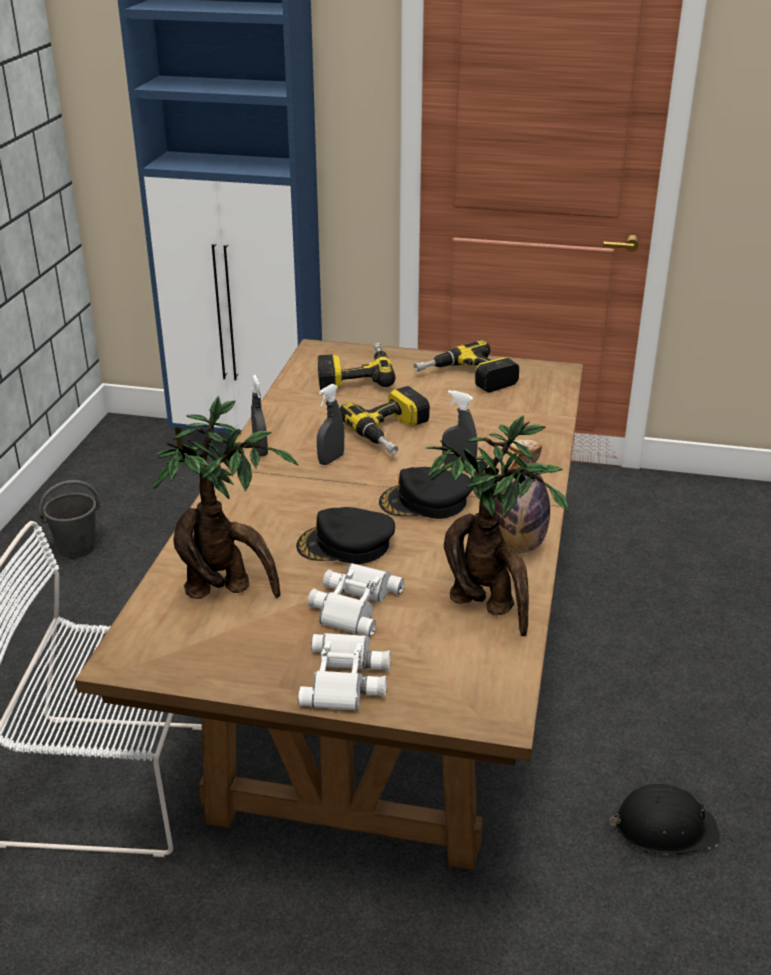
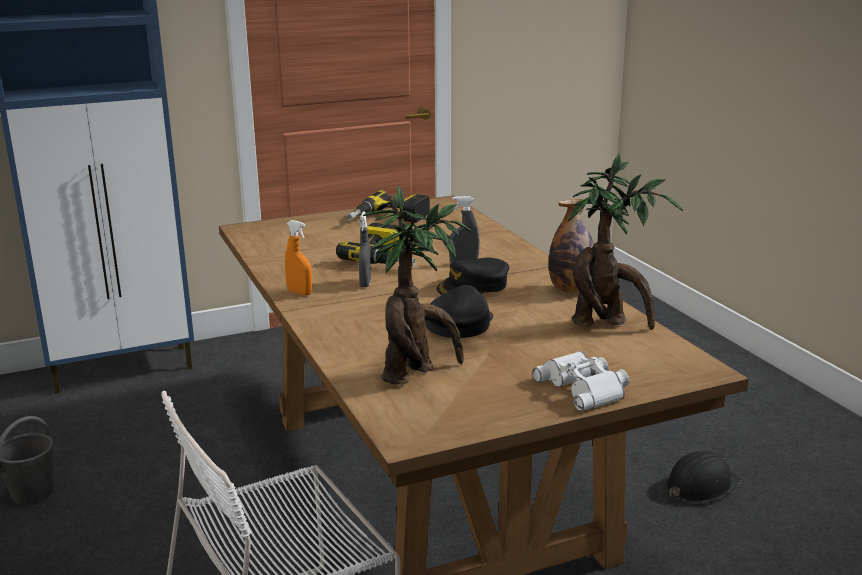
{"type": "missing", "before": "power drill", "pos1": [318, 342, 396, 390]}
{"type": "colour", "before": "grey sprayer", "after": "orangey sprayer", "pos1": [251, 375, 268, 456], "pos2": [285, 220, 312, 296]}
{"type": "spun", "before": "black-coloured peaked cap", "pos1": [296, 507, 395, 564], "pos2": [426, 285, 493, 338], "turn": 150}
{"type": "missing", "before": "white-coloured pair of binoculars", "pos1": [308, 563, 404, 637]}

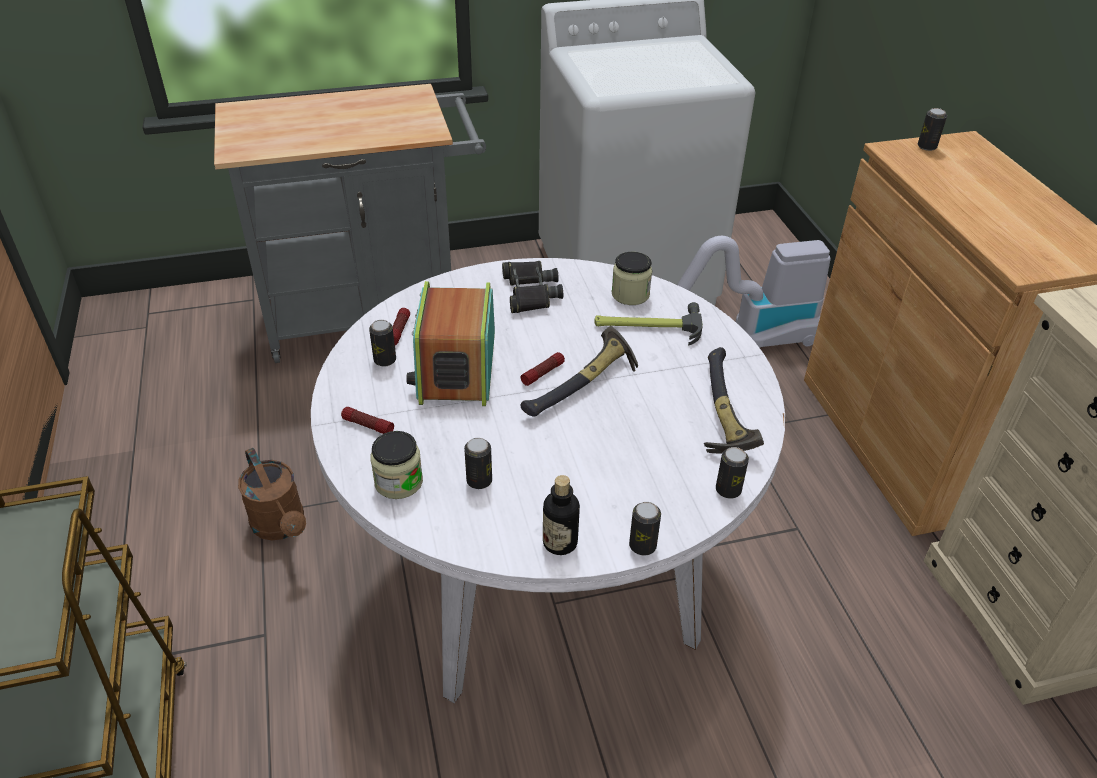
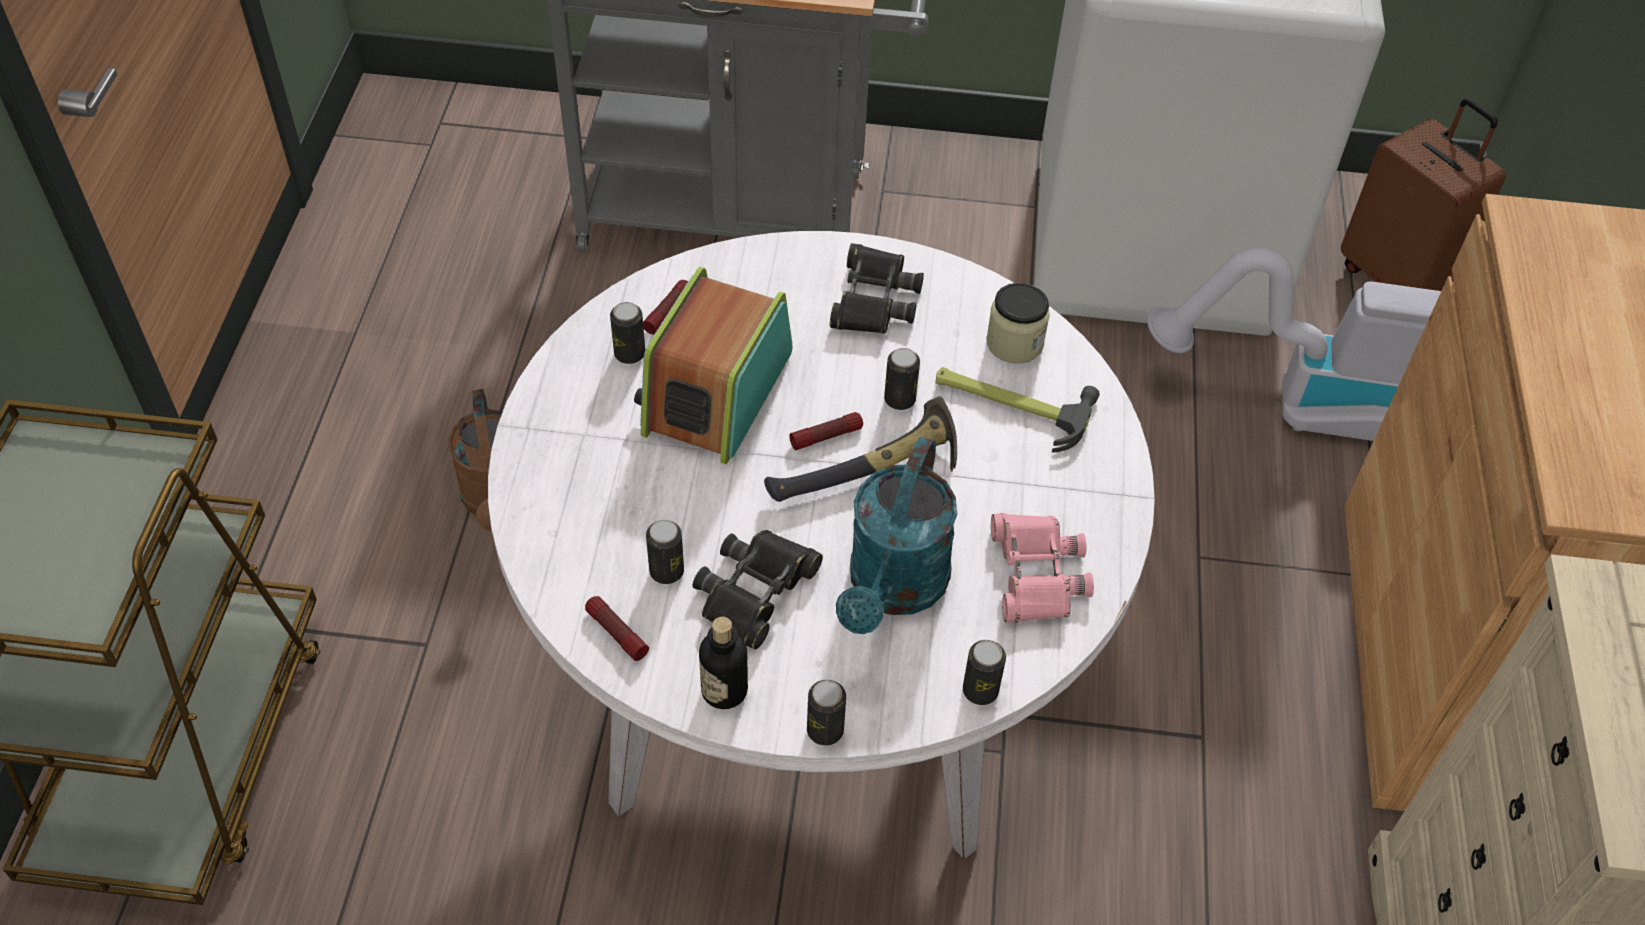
{"type": "relocated", "before": "can", "pos1": [918, 108, 947, 151], "pos2": [884, 348, 920, 410]}
{"type": "exchanged", "before": "hand hammer", "after": "pinkish pair of binoculars", "pos1": [704, 347, 764, 453], "pos2": [991, 513, 1094, 623]}
{"type": "relocated", "before": "flashlight", "pos1": [341, 407, 394, 434], "pos2": [585, 596, 649, 661]}
{"type": "missing", "before": "storage jar", "pos1": [370, 431, 423, 499]}
{"type": "appeared", "after": "brownish piece of luggage", "pos2": [1341, 98, 1506, 291]}
{"type": "appeared", "after": "blue-green sprinkling can", "pos2": [836, 437, 957, 634]}
{"type": "appeared", "after": "black-coloured pair of binoculars", "pos2": [693, 530, 823, 650]}

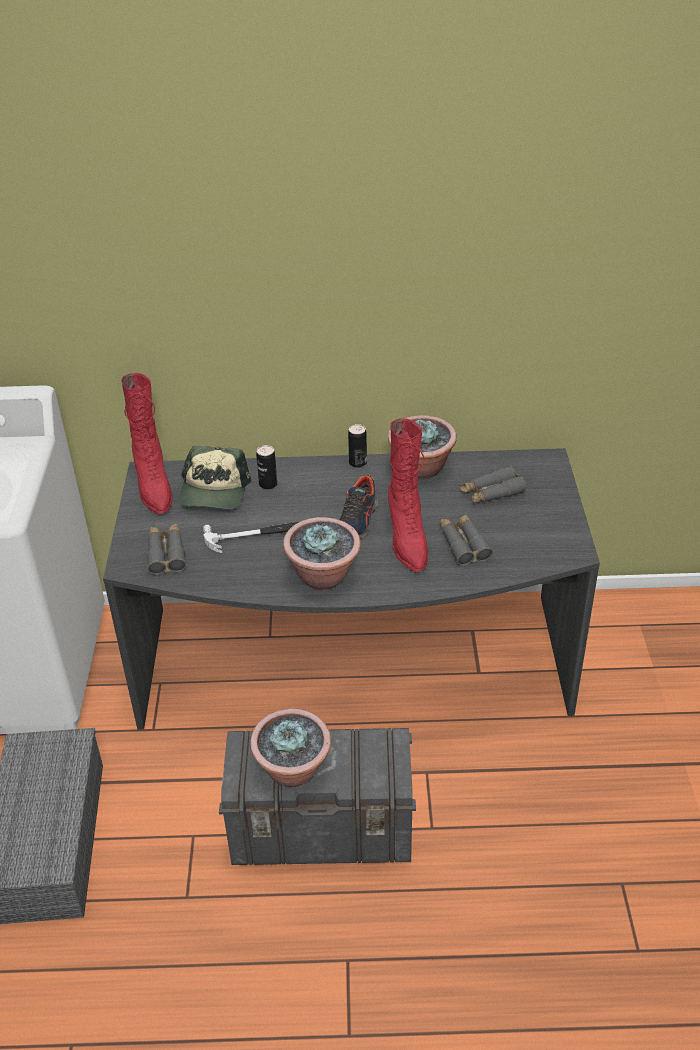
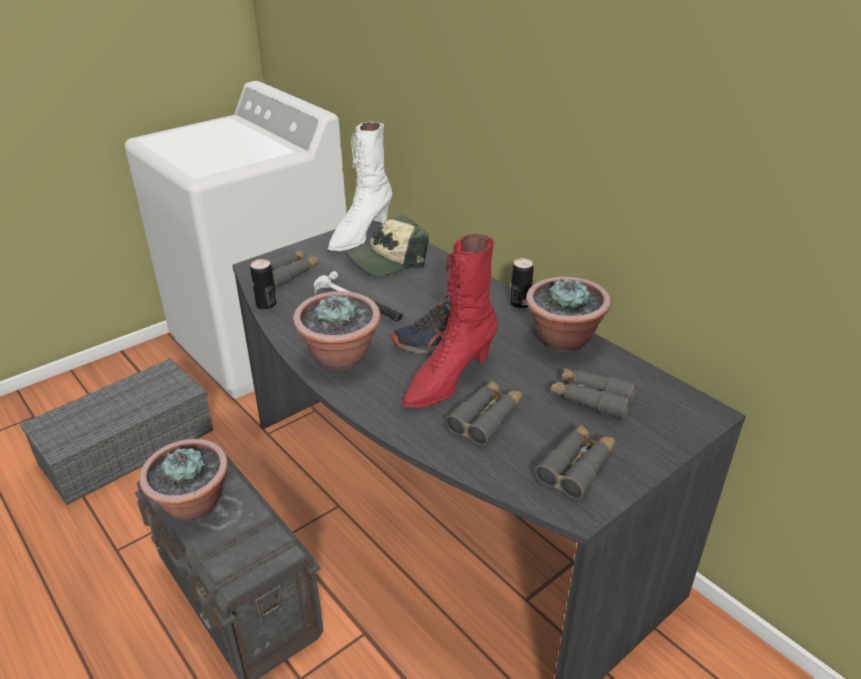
{"type": "colour", "before": "red tall boot", "after": "white-coloured tall boot", "pos1": [121, 373, 173, 514], "pos2": [327, 122, 393, 251]}
{"type": "relocated", "before": "can", "pos1": [256, 445, 277, 489], "pos2": [250, 259, 276, 310]}
{"type": "appeared", "after": "grey pair of binoculars", "pos2": [535, 424, 615, 499]}

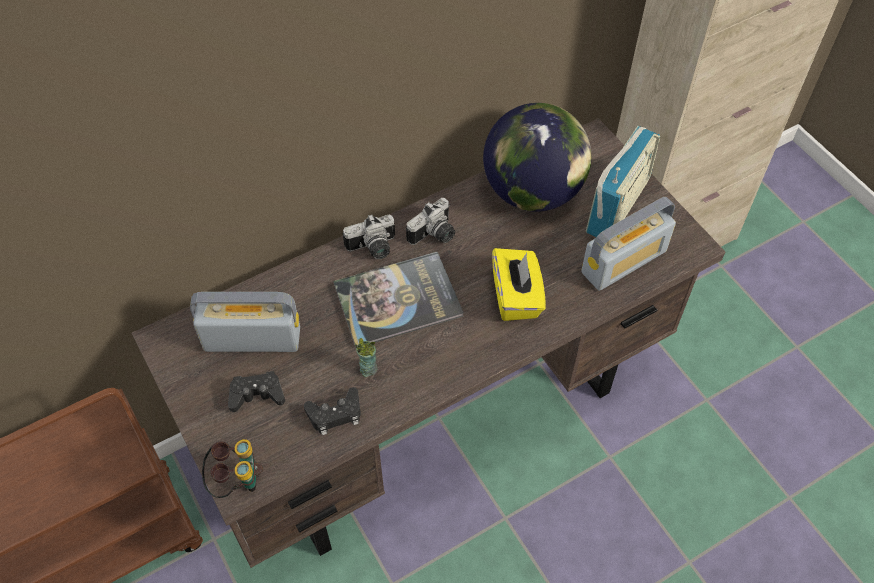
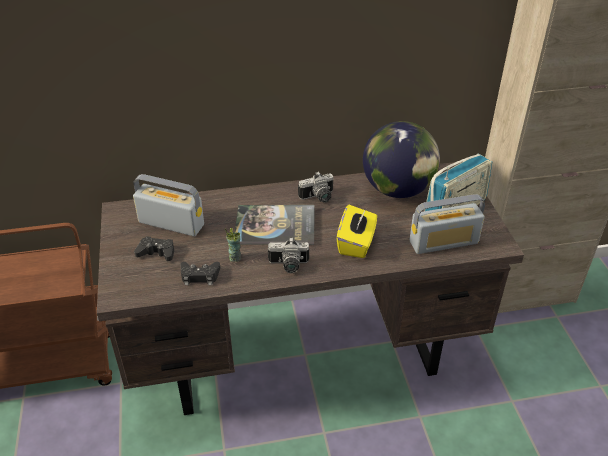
{"type": "relocated", "before": "photo camera", "pos1": [343, 214, 395, 259], "pos2": [268, 237, 309, 273]}
{"type": "missing", "before": "pair of binoculars", "pos1": [202, 439, 263, 498]}

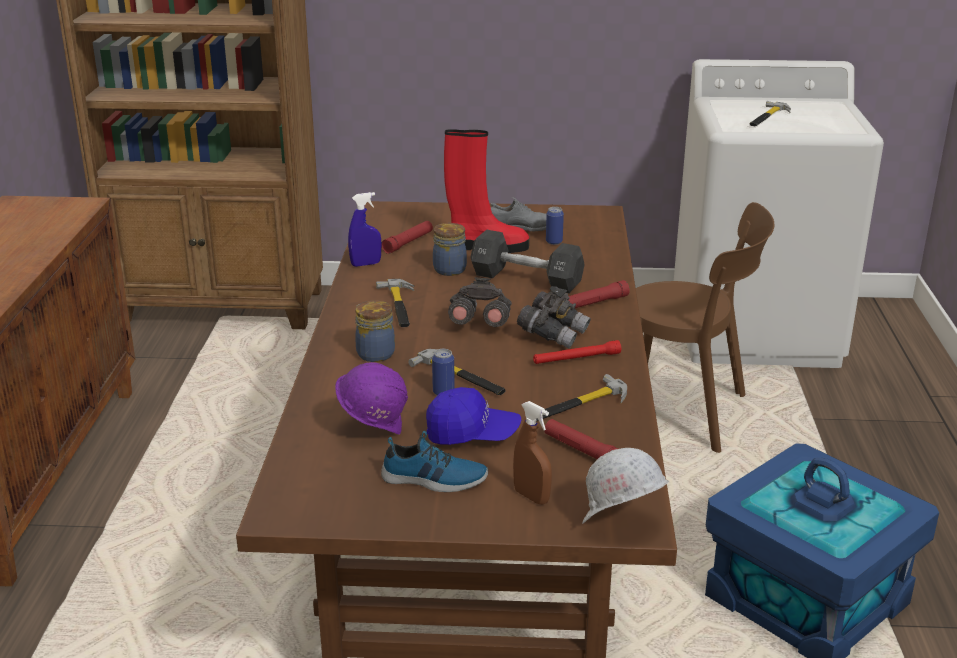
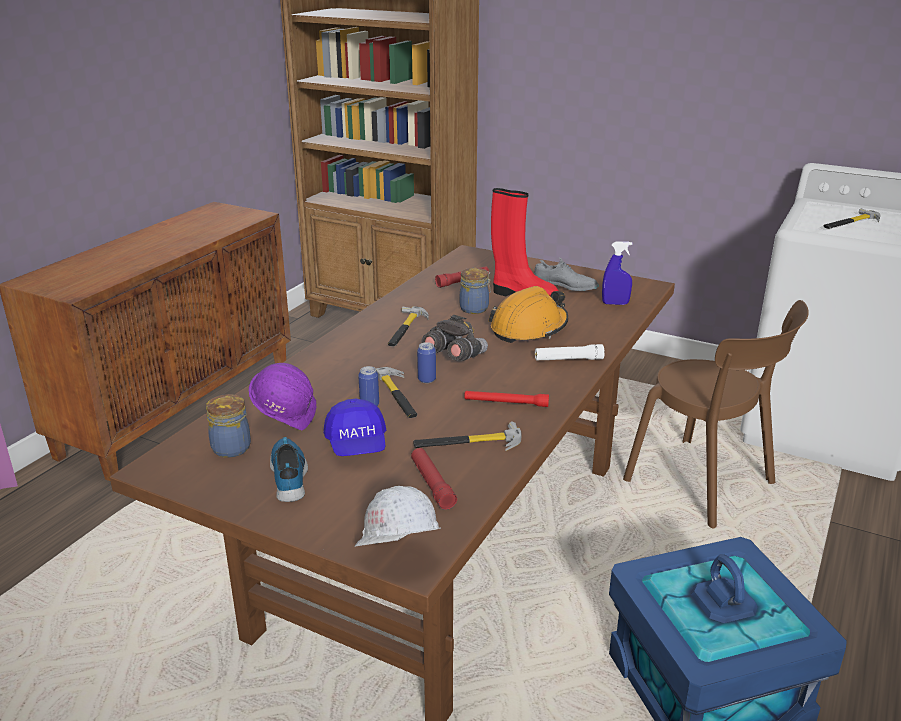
{"type": "relocated", "before": "blue sprayer", "pos1": [348, 192, 381, 267], "pos2": [602, 241, 633, 305]}
{"type": "relocated", "before": "can", "pos1": [546, 207, 564, 245], "pos2": [417, 342, 436, 383]}
{"type": "exchanged", "before": "black-coloured hand weight", "after": "orangey safety helmet", "pos1": [470, 230, 585, 293], "pos2": [488, 286, 568, 343]}
{"type": "colour", "before": "red flashlight", "after": "white-coloured flashlight", "pos1": [569, 280, 630, 308], "pos2": [535, 344, 605, 361]}
{"type": "missing", "before": "grey pair of binoculars", "pos1": [517, 286, 591, 349]}
{"type": "relocated", "before": "storage jar", "pos1": [355, 300, 395, 362], "pos2": [206, 394, 251, 458]}
{"type": "spun", "before": "blue peaked cap", "pos1": [426, 387, 521, 445], "pos2": [324, 399, 386, 456], "turn": 45}
{"type": "missing", "before": "brownish sprayer", "pos1": [513, 401, 552, 505]}
{"type": "spun", "before": "shoe", "pos1": [381, 431, 488, 492], "pos2": [270, 437, 308, 502], "turn": -135}

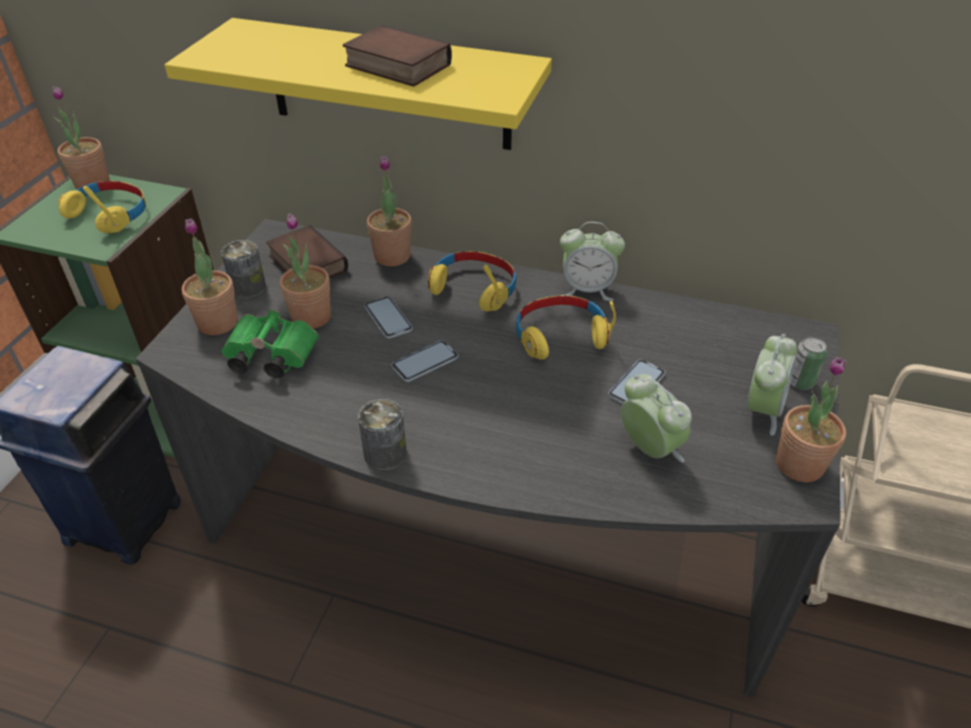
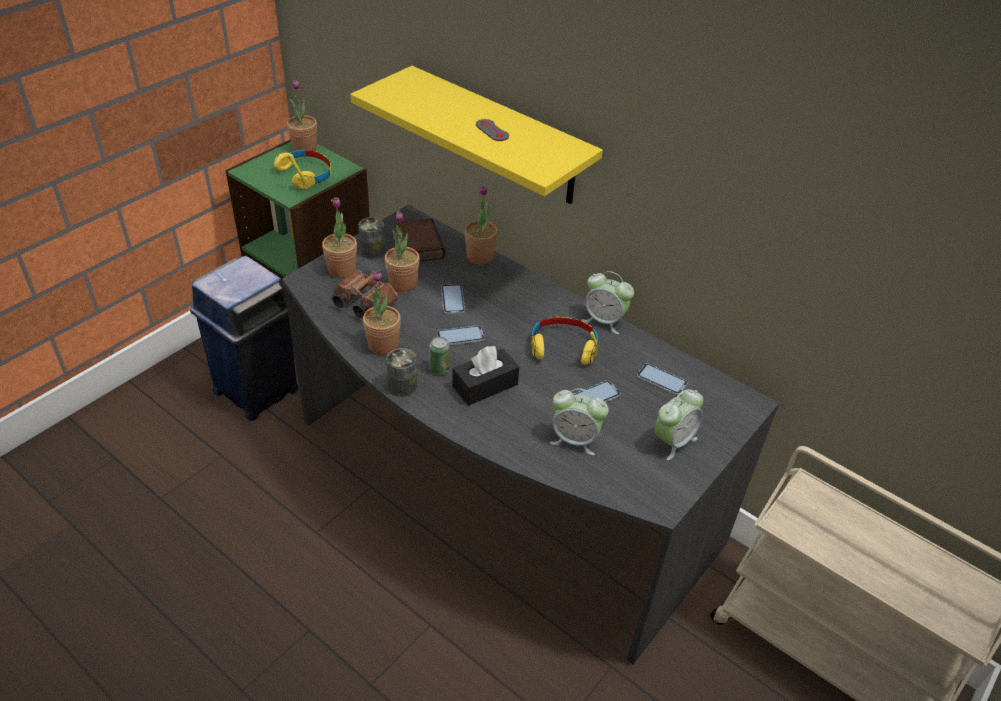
{"type": "exchanged", "before": "volume", "after": "grey game controller", "pos1": [343, 25, 452, 87], "pos2": [476, 119, 509, 141]}
{"type": "missing", "before": "yellow-coloured headset", "pos1": [428, 251, 516, 312]}
{"type": "colour", "before": "greenish pair of binoculars", "after": "brownish pair of binoculars", "pos1": [221, 310, 319, 378], "pos2": [332, 270, 398, 318]}
{"type": "relocated", "before": "can", "pos1": [791, 337, 827, 390], "pos2": [429, 337, 450, 375]}
{"type": "relocated", "before": "houseplant", "pos1": [776, 357, 846, 482], "pos2": [363, 270, 401, 355]}
{"type": "spun", "before": "bedside clock", "pos1": [621, 374, 692, 463], "pos2": [550, 388, 609, 455], "turn": 120}
{"type": "appeared", "after": "black-coloured tissue holder", "pos2": [452, 346, 519, 406]}
{"type": "appeared", "after": "telephone", "pos2": [637, 363, 688, 395]}

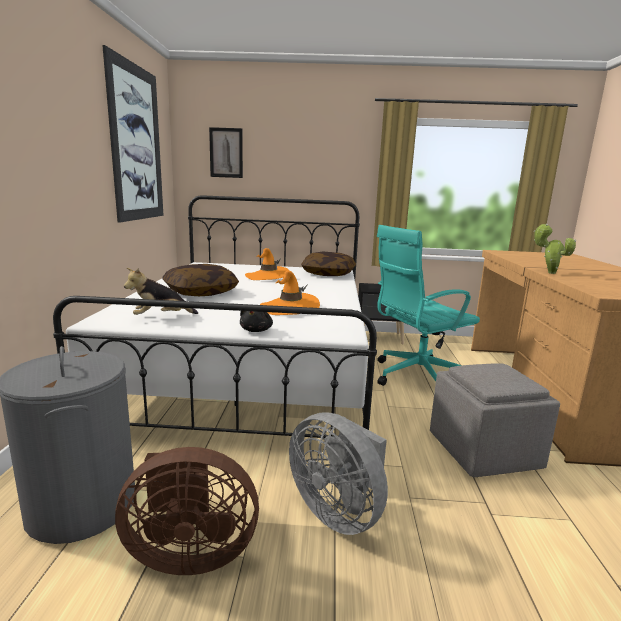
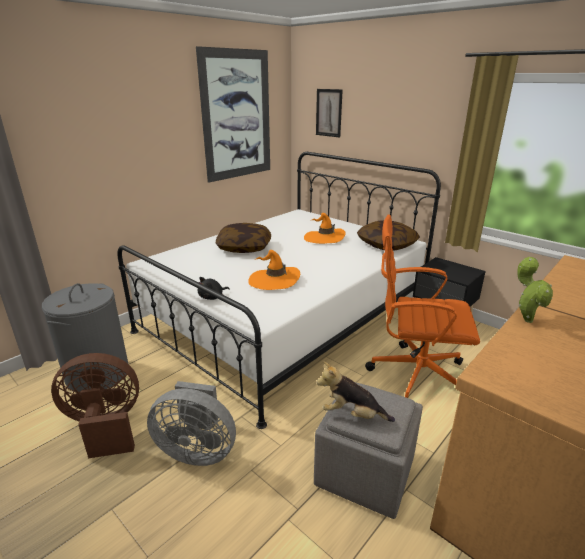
{"type": "colour", "before": "blue-green office chair", "after": "orangey office chair", "pos1": [377, 225, 480, 386], "pos2": [365, 214, 480, 398]}
{"type": "relocated", "before": "plush toy", "pos1": [124, 268, 198, 315], "pos2": [316, 362, 395, 422]}
{"type": "spun", "before": "grey cooling fan", "pos1": [289, 412, 388, 535], "pos2": [147, 381, 236, 466], "turn": -75}
{"type": "spun", "before": "brownish cooling fan", "pos1": [115, 447, 259, 575], "pos2": [51, 353, 139, 458], "turn": 135}

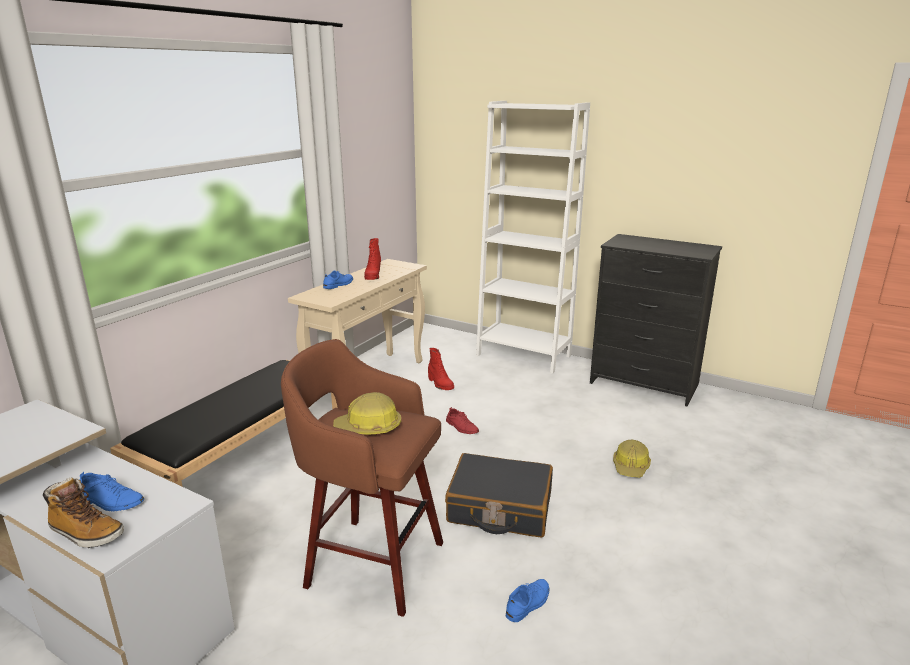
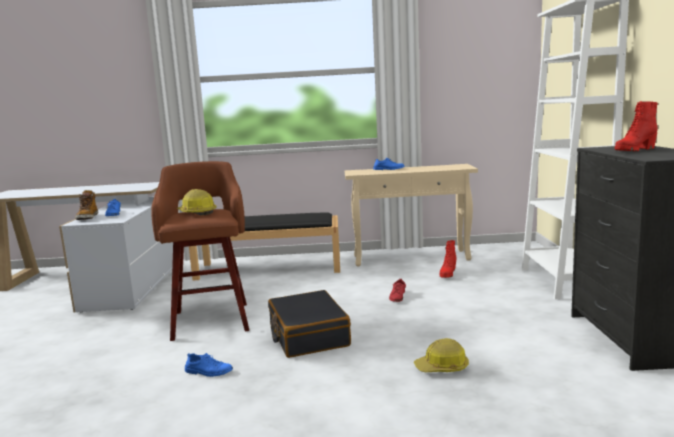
{"type": "relocated", "before": "red tall boot", "pos1": [364, 238, 381, 280], "pos2": [615, 101, 658, 151]}

